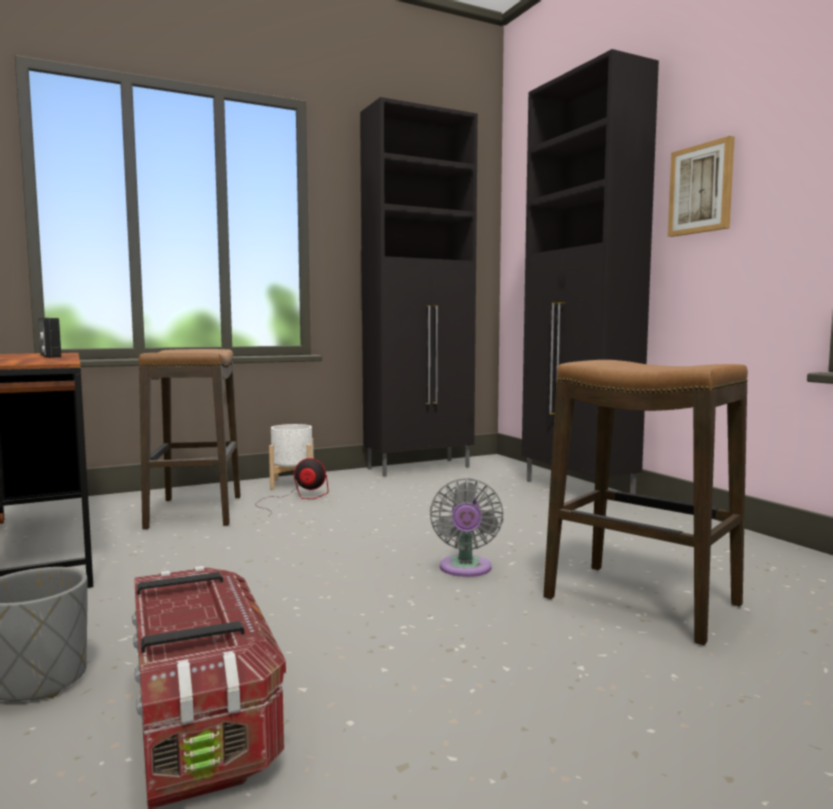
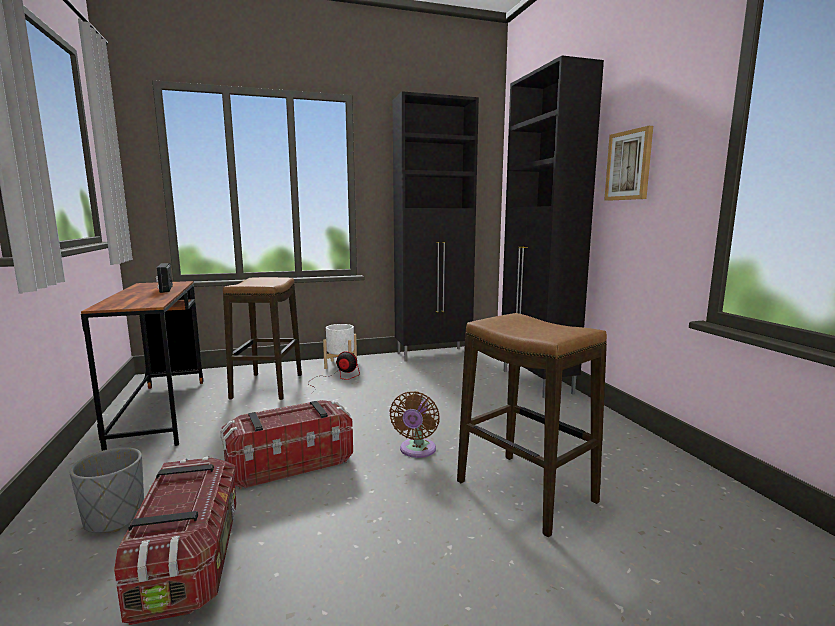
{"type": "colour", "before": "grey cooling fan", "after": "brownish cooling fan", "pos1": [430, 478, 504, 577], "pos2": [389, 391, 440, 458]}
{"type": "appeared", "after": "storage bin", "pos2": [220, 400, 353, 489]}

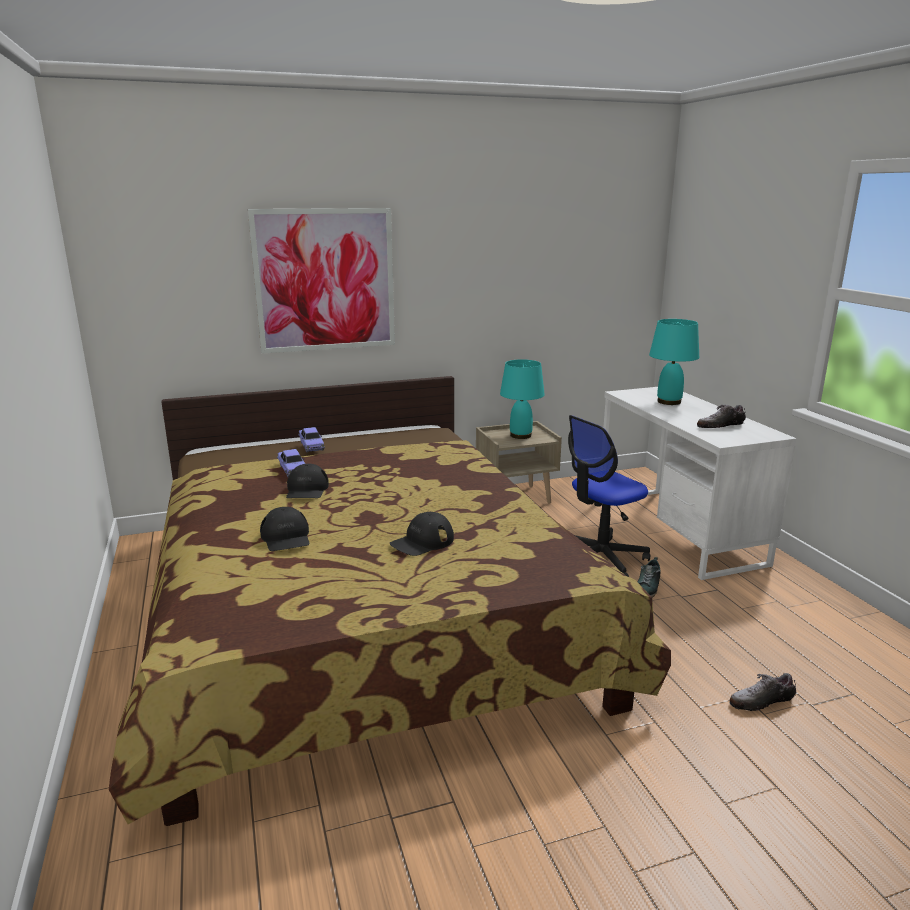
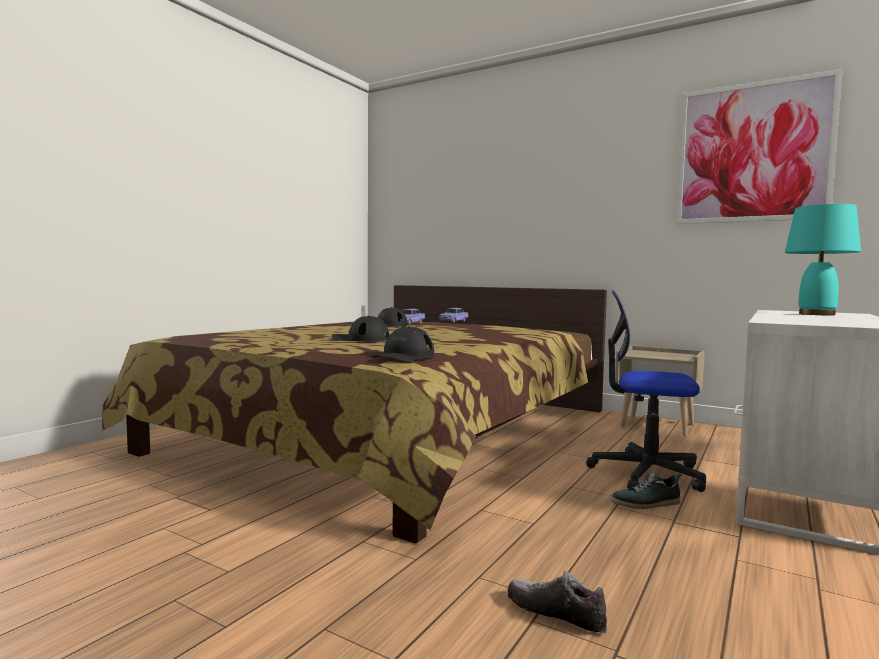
{"type": "relocated", "before": "wall picture", "pos1": [248, 208, 395, 354], "pos2": [676, 69, 842, 224]}
{"type": "missing", "before": "blue-green table lamp", "pos1": [500, 359, 545, 439]}
{"type": "missing", "before": "shoe", "pos1": [697, 405, 746, 428]}
{"type": "relocated", "before": "black-coloured peaked cap", "pos1": [260, 507, 310, 551], "pos2": [371, 326, 434, 361]}

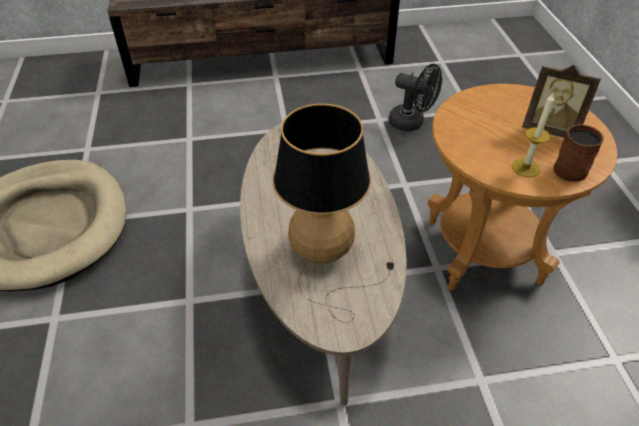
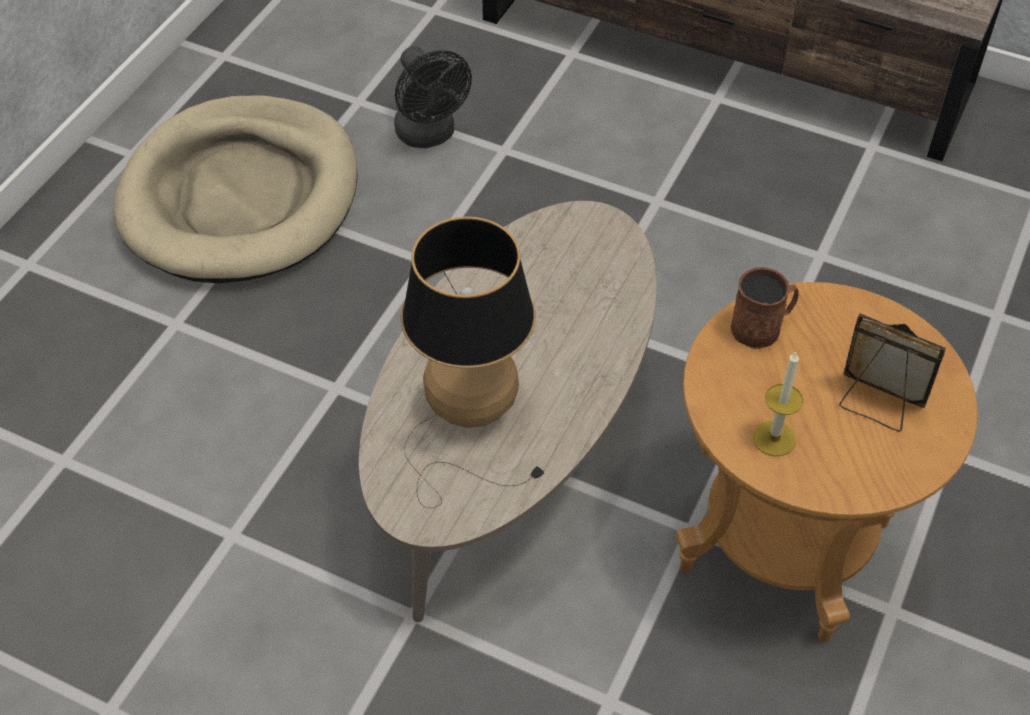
{"type": "relocated", "before": "black-coloured cooling fan", "pos1": [389, 64, 442, 131], "pos2": [394, 46, 472, 148]}
{"type": "spun", "before": "picture frame", "pos1": [522, 65, 601, 138], "pos2": [839, 313, 946, 432], "turn": 150}
{"type": "relocated", "before": "brownish mug", "pos1": [553, 124, 604, 182], "pos2": [731, 267, 799, 349]}

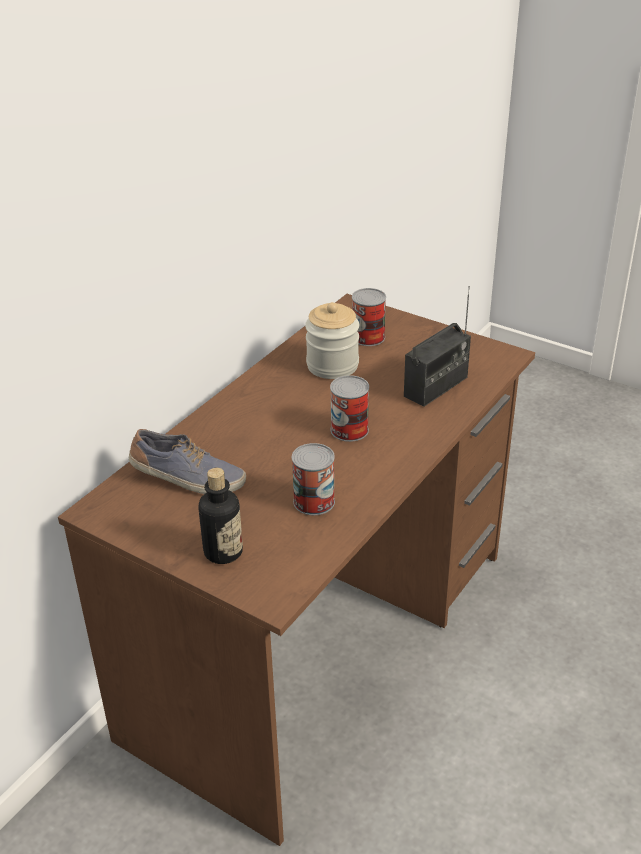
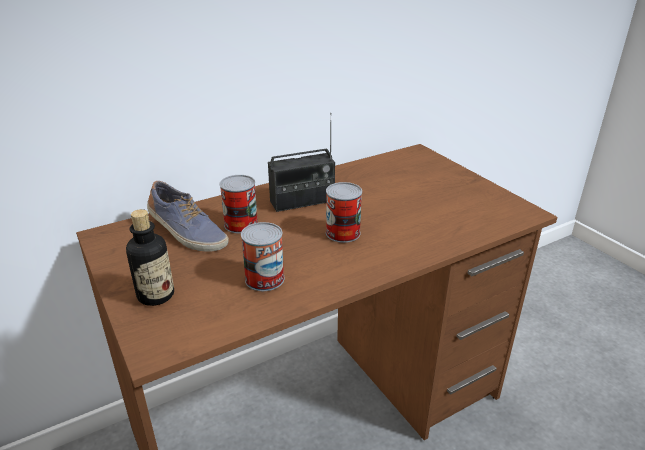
{"type": "relocated", "before": "radio set", "pos1": [404, 286, 471, 407], "pos2": [268, 113, 335, 212]}
{"type": "relocated", "before": "can", "pos1": [352, 288, 386, 346], "pos2": [220, 175, 258, 234]}
{"type": "missing", "before": "storage jar", "pos1": [305, 302, 359, 379]}

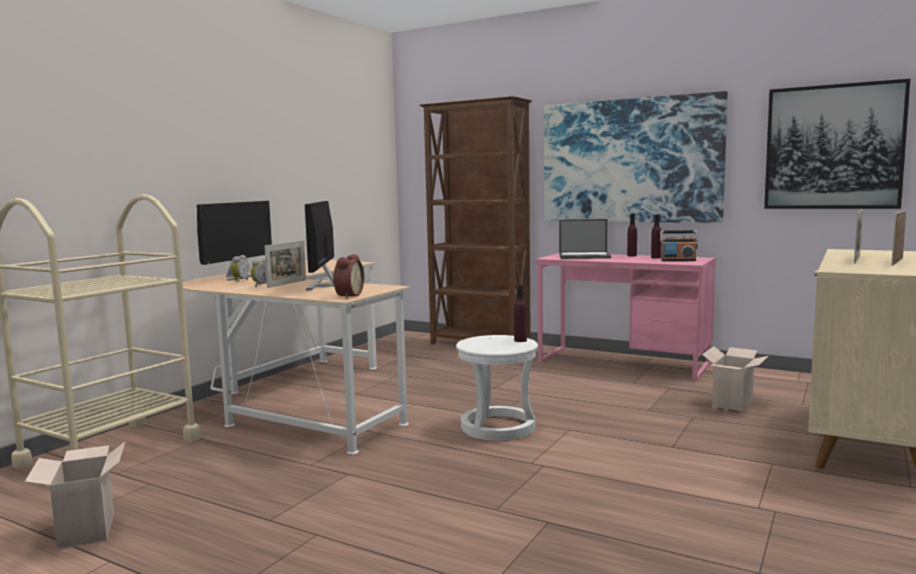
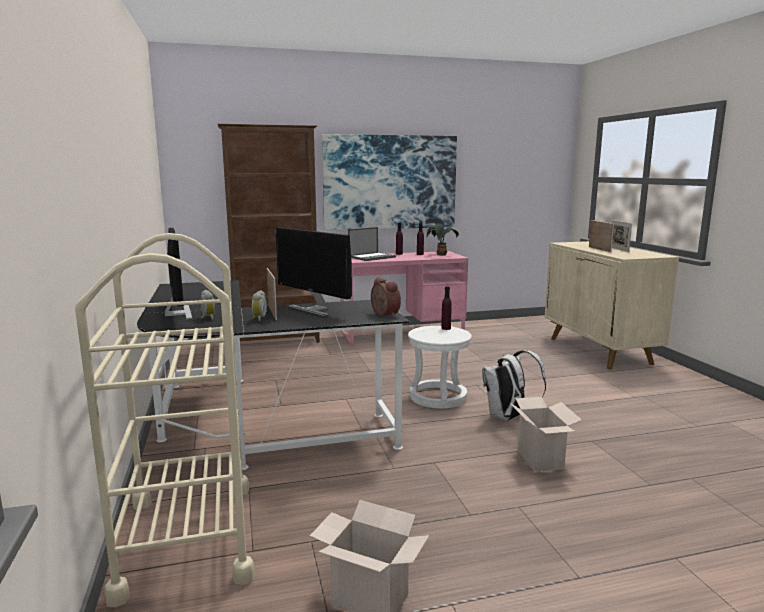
{"type": "missing", "before": "wall picture", "pos1": [764, 79, 910, 209]}
{"type": "exchanged", "before": "radio set", "after": "houseplant", "pos1": [660, 230, 698, 261], "pos2": [427, 224, 459, 255]}
{"type": "colour", "before": "sand-coloured desk unit", "after": "black-coloured desk unit", "pos1": [183, 260, 410, 455], "pos2": [137, 280, 409, 470]}
{"type": "relocated", "before": "packing box", "pos1": [702, 346, 768, 412], "pos2": [509, 397, 582, 472]}
{"type": "appeared", "after": "white-coloured knapsack", "pos2": [482, 350, 546, 421]}

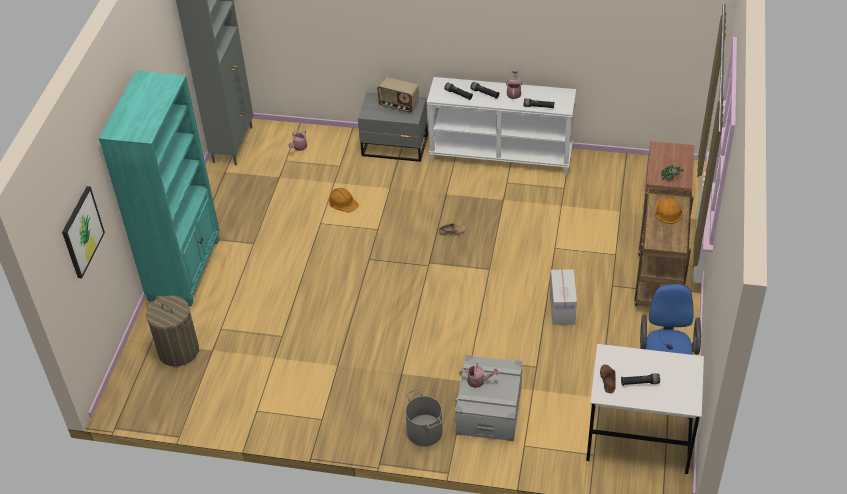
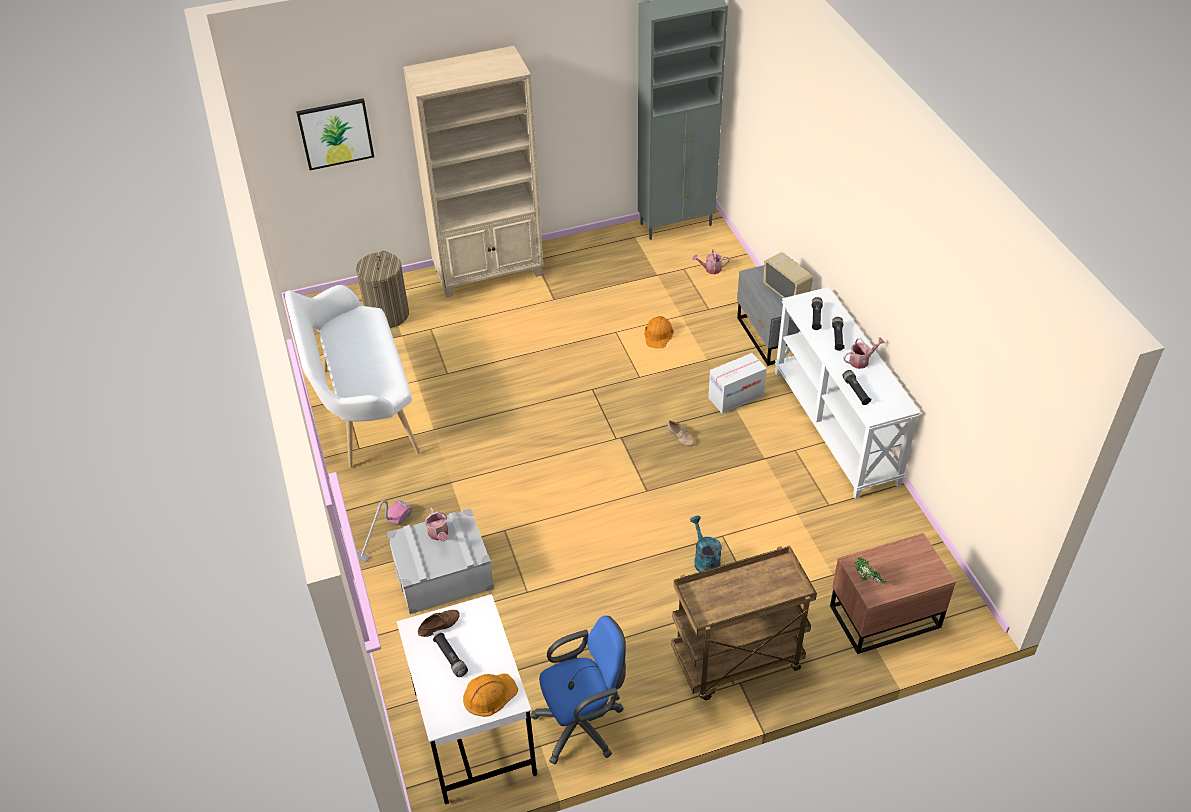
{"type": "colour", "before": "blue-green bookshelf", "after": "sand-coloured bookshelf", "pos1": [99, 71, 220, 307], "pos2": [403, 46, 544, 297]}
{"type": "spun", "before": "radio set", "pos1": [377, 77, 419, 113], "pos2": [763, 252, 813, 298], "turn": 150}
{"type": "relocated", "before": "orangey safety helmet", "pos1": [655, 197, 683, 224], "pos2": [463, 673, 519, 717]}
{"type": "relocated", "before": "packing box", "pos1": [550, 269, 577, 325], "pos2": [708, 353, 767, 414]}
{"type": "exchanged", "before": "grey water bucket", "after": "hoover", "pos1": [406, 388, 443, 447], "pos2": [357, 500, 412, 562]}
{"type": "appeared", "after": "white-coloured long seat", "pos2": [285, 285, 420, 468]}
{"type": "appeared", "after": "blue-green sprinkling can", "pos2": [690, 516, 722, 572]}

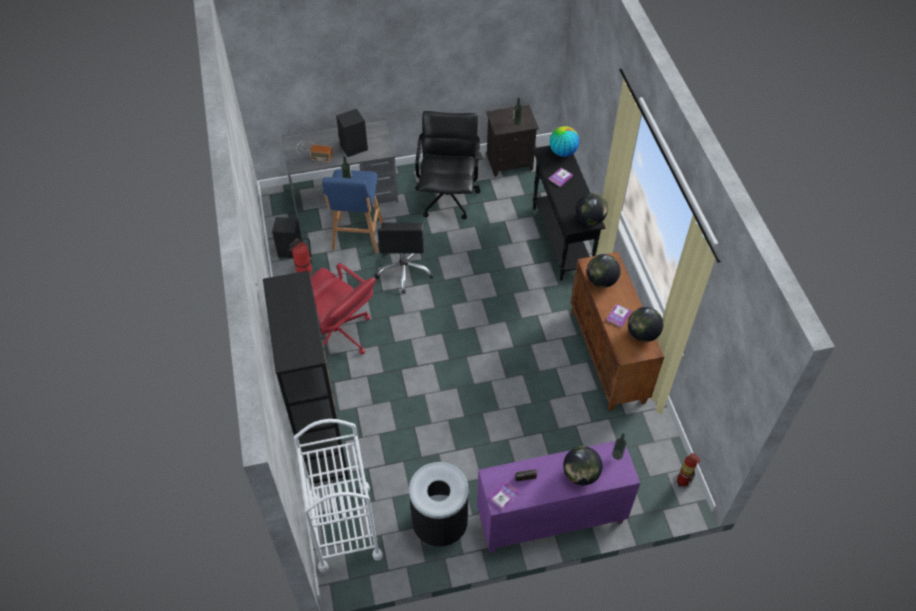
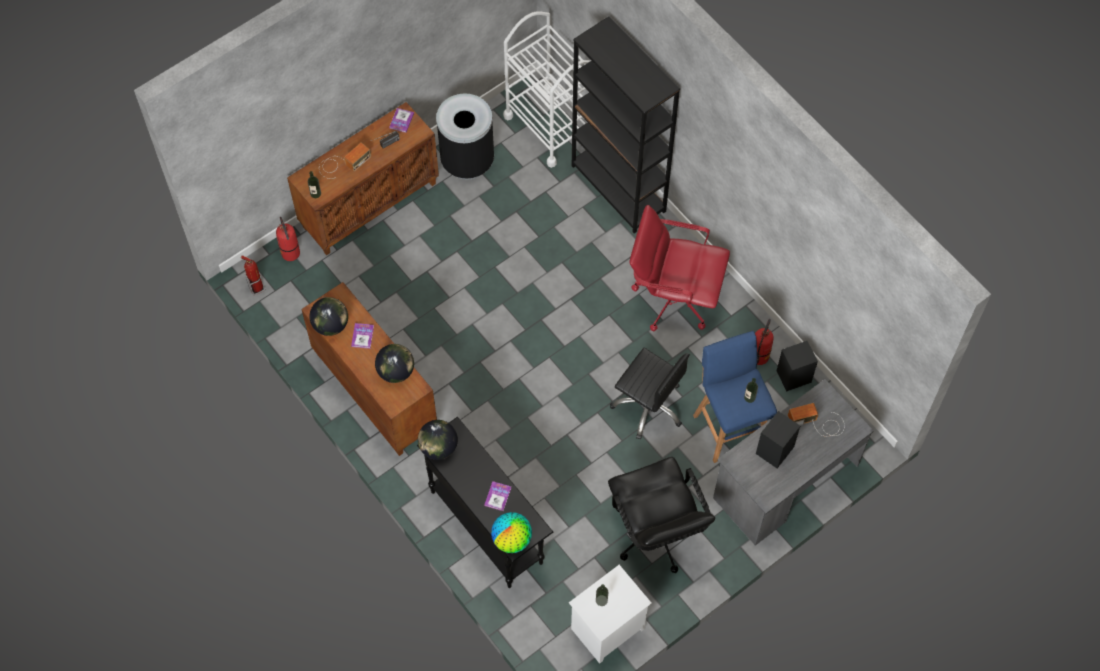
{"type": "colour", "before": "black-coloured nightstand", "after": "white-coloured nightstand", "pos1": [486, 105, 539, 177], "pos2": [569, 565, 652, 664]}
{"type": "spun", "before": "black-coloured office chair", "pos1": [374, 223, 434, 294], "pos2": [610, 348, 690, 439], "turn": 150}
{"type": "colour", "before": "purple-coloured cupboard", "after": "brownish cupboard", "pos1": [477, 441, 640, 553], "pos2": [287, 102, 439, 255]}
{"type": "exchanged", "before": "globe", "after": "radio set", "pos1": [563, 446, 603, 486], "pos2": [319, 142, 371, 179]}
{"type": "appeared", "after": "fire extinguisher", "pos2": [276, 217, 300, 261]}

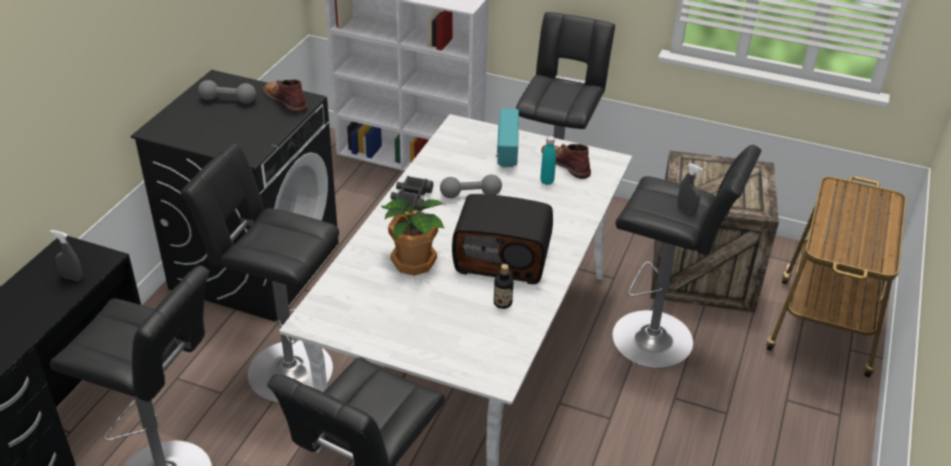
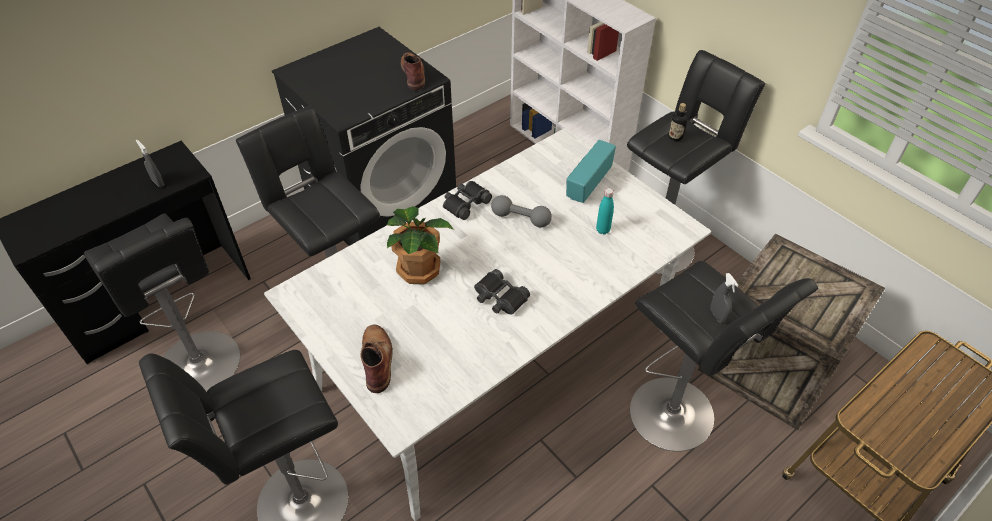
{"type": "missing", "before": "grey hand weight", "pos1": [198, 80, 256, 104]}
{"type": "relocated", "before": "brownish tall boot", "pos1": [541, 144, 591, 179], "pos2": [360, 324, 393, 393]}
{"type": "exchanged", "before": "radio set", "after": "black-coloured pair of binoculars", "pos1": [452, 194, 553, 284], "pos2": [474, 269, 530, 314]}
{"type": "relocated", "before": "drink bottle", "pos1": [494, 264, 514, 309], "pos2": [668, 103, 688, 141]}

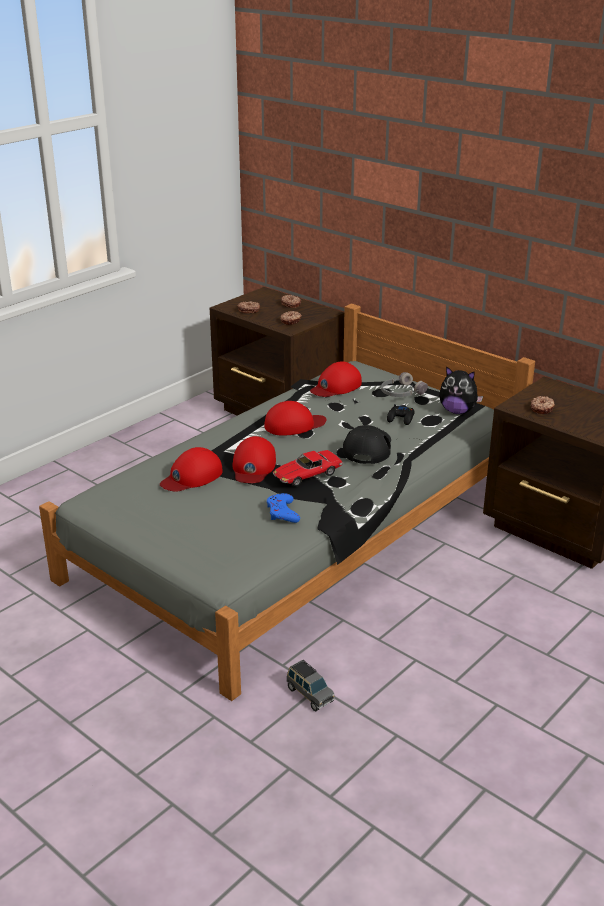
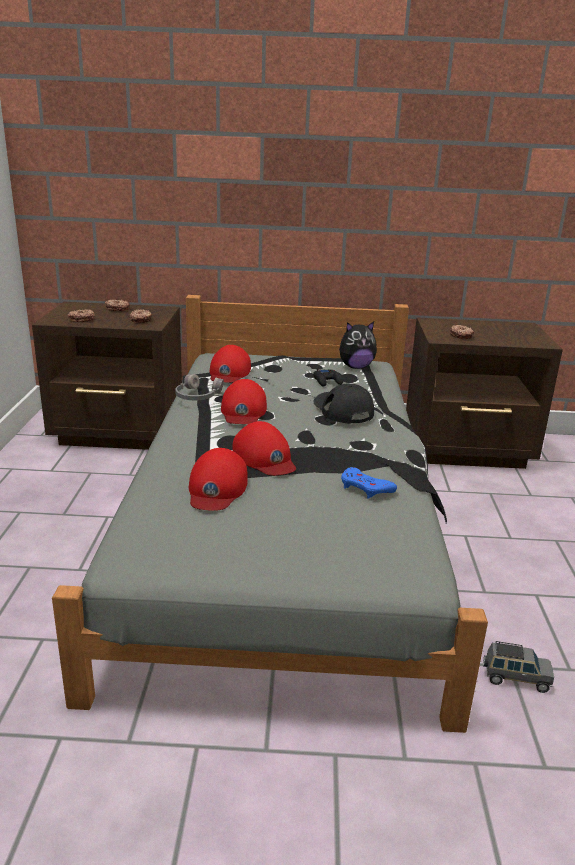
{"type": "relocated", "before": "grey headset", "pos1": [381, 372, 428, 397], "pos2": [175, 374, 224, 400]}
{"type": "spun", "before": "red peaked cap", "pos1": [264, 401, 326, 436], "pos2": [221, 379, 267, 424], "turn": 150}
{"type": "missing", "before": "model car", "pos1": [273, 450, 343, 487]}

